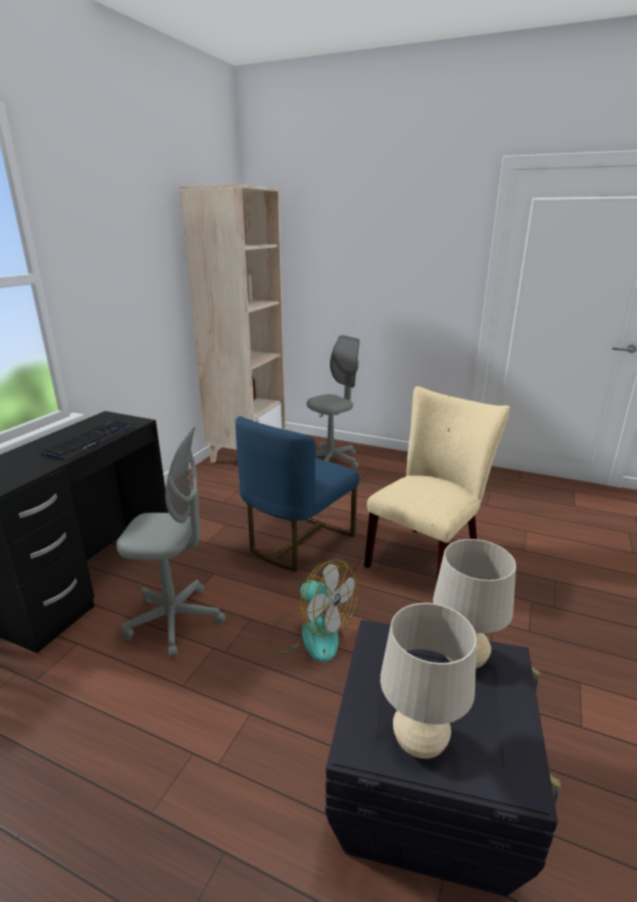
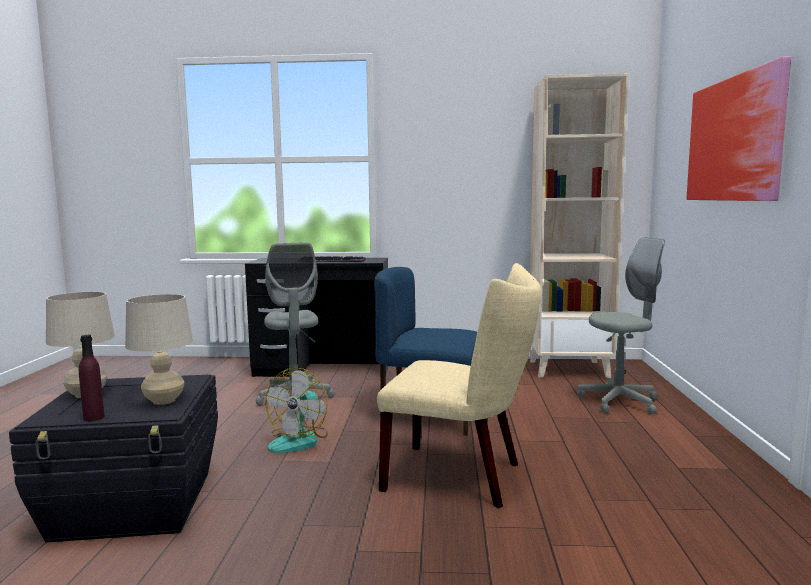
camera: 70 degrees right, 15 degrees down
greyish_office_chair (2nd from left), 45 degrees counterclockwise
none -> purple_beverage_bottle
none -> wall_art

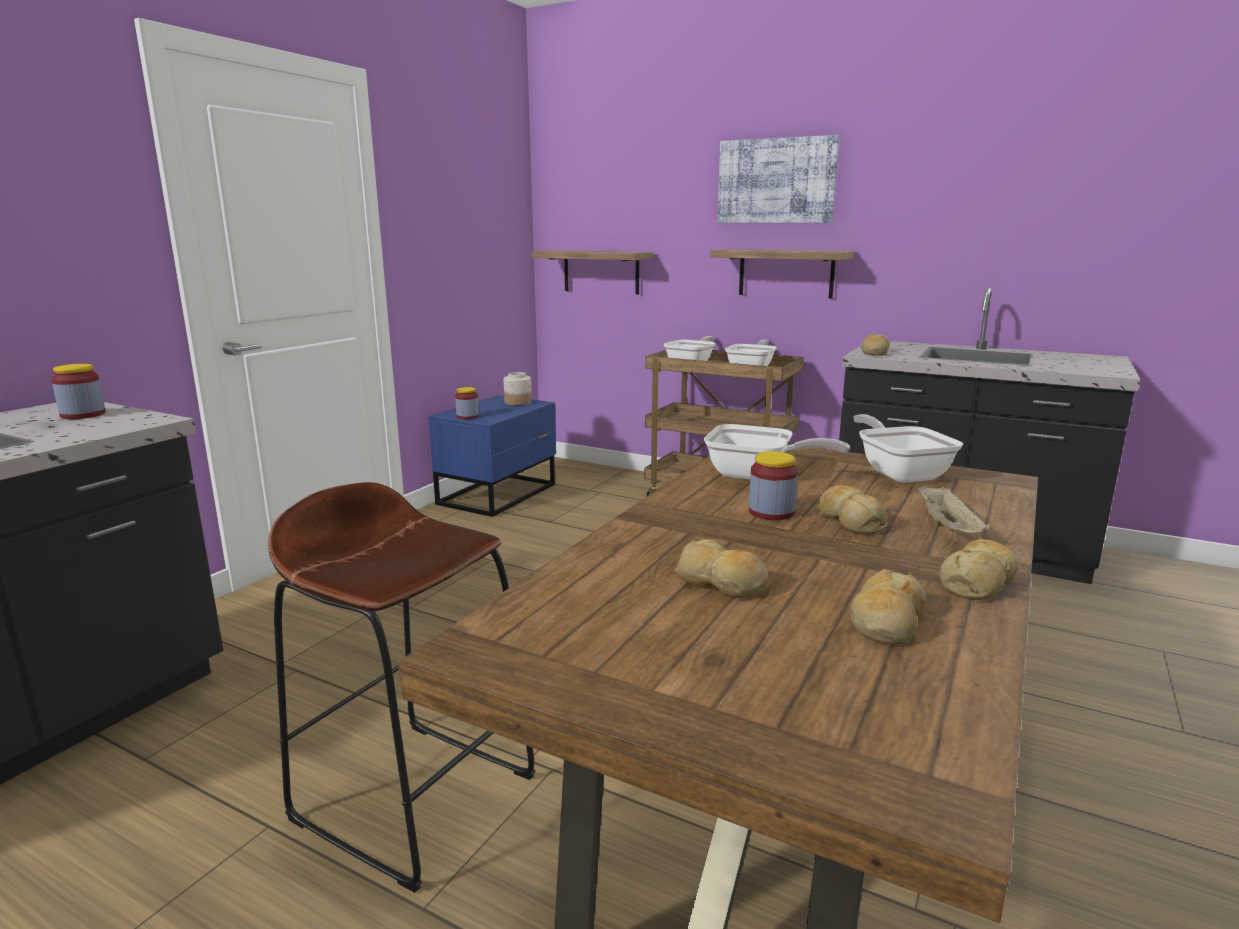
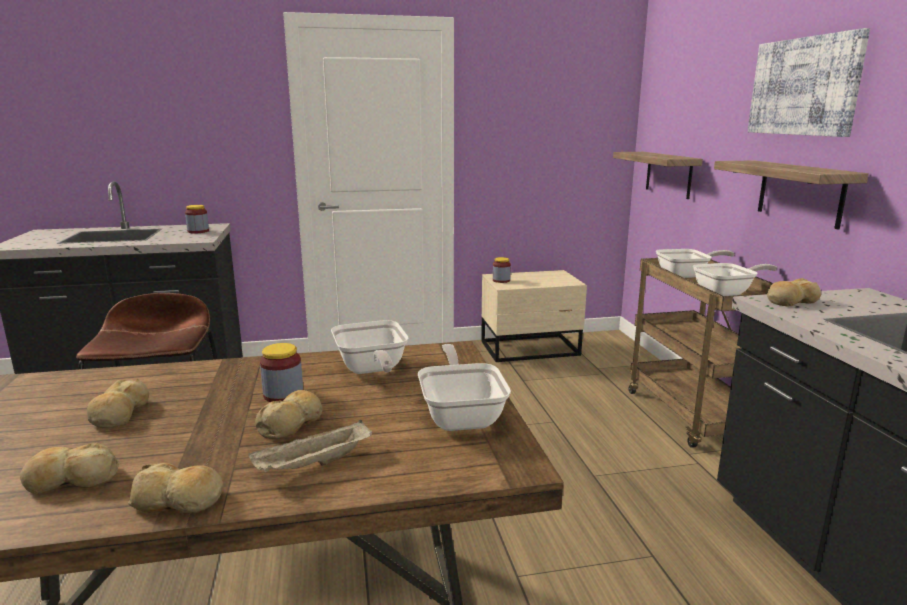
camera: 50 degrees right, 0 degrees up
bluish_bedside_table -> sand-coloured_bedside_table
preserve_jar (3rd from left) -> none
frying_pan (4th from left in the first image) -> frying_pan (2nd from left), 45 degrees counterclockwise

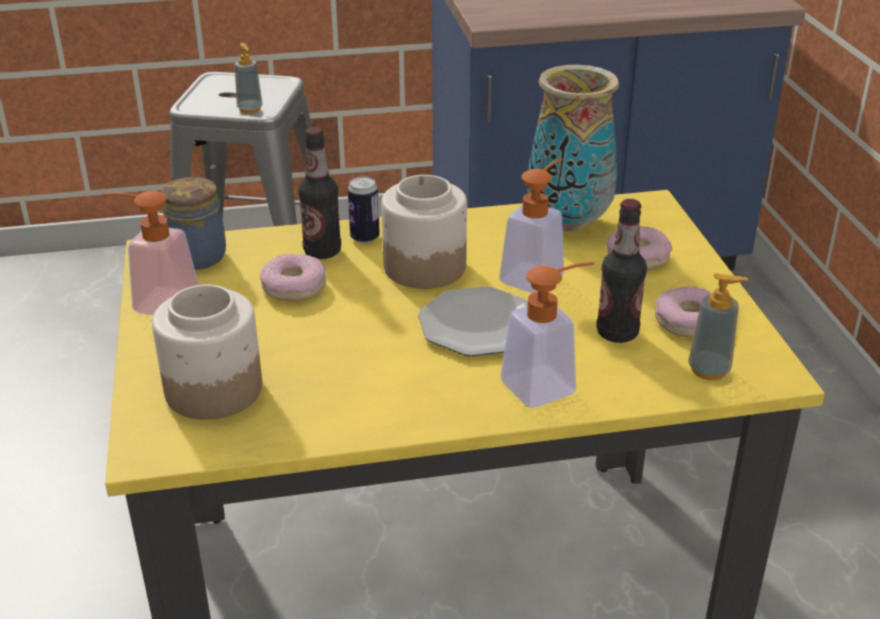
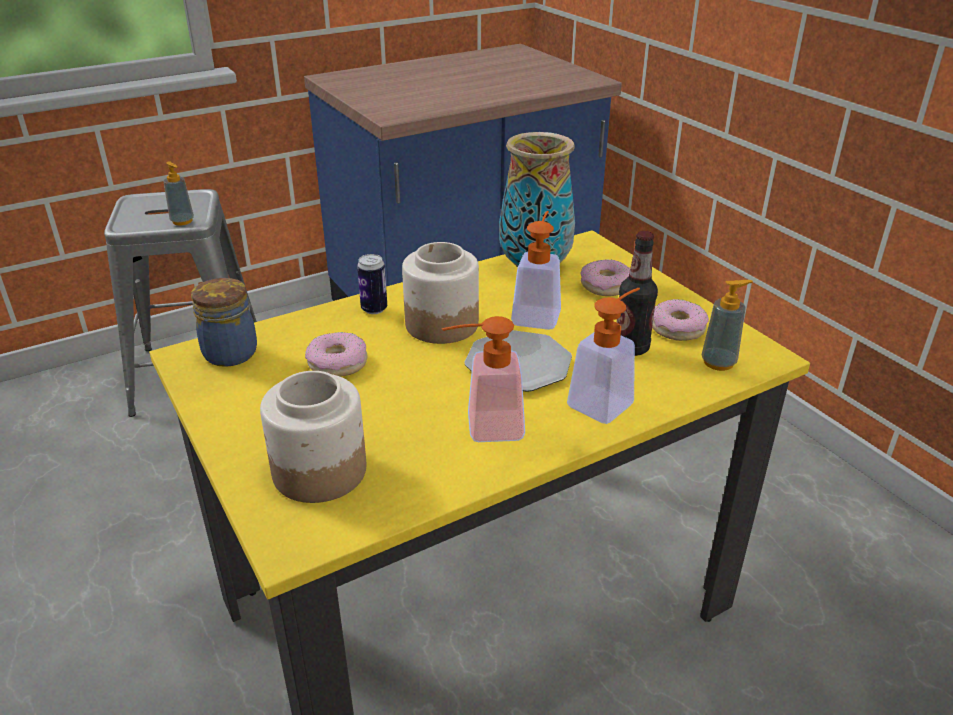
camera: 20 degrees left, 0 degrees up
liquid_soap_bottle (1st from left in the first image) -> liquid_soap_bottle (2nd from left), move
beverage_bottle (1st from left) -> none

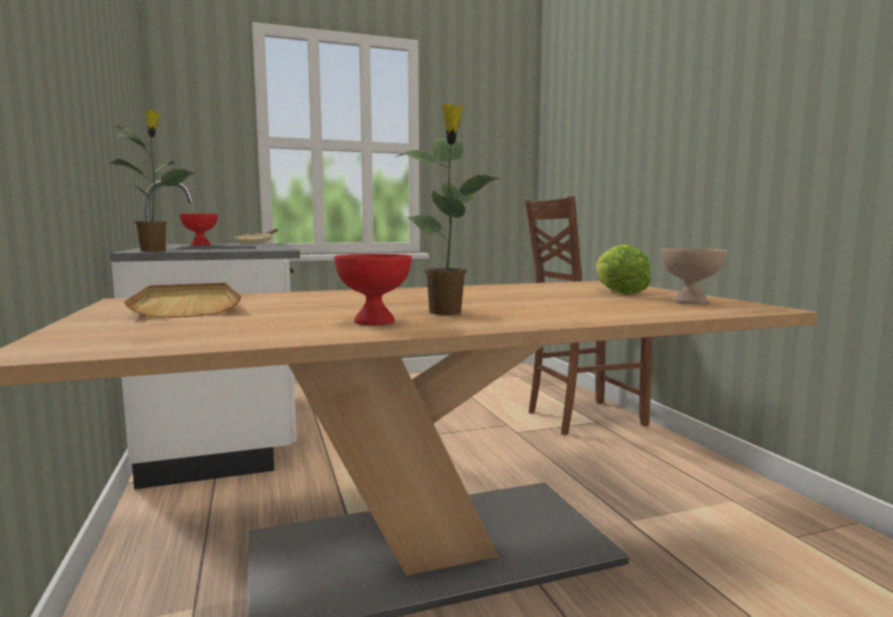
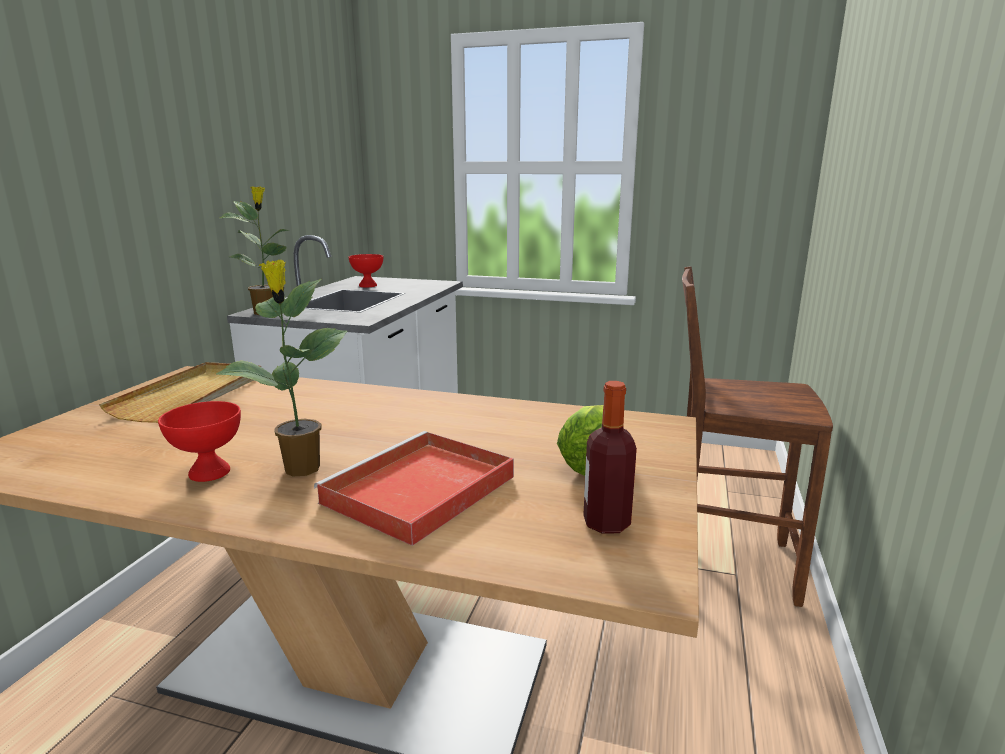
camera: 35 degrees right, 10 degrees up
sand-coloured_frying_pan -> none
sand-coloured_bowl -> beverage_bottle
none -> red-coloured_serving_tray

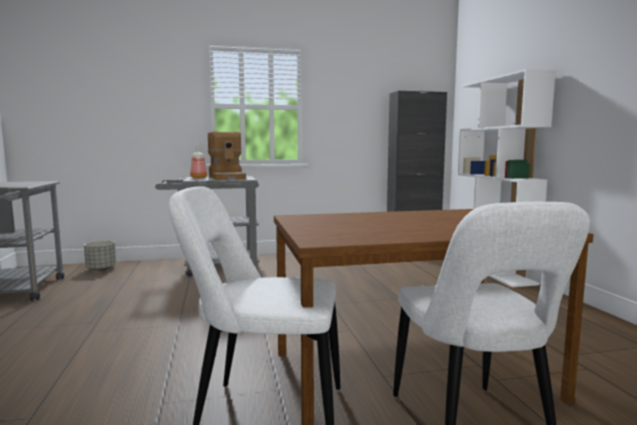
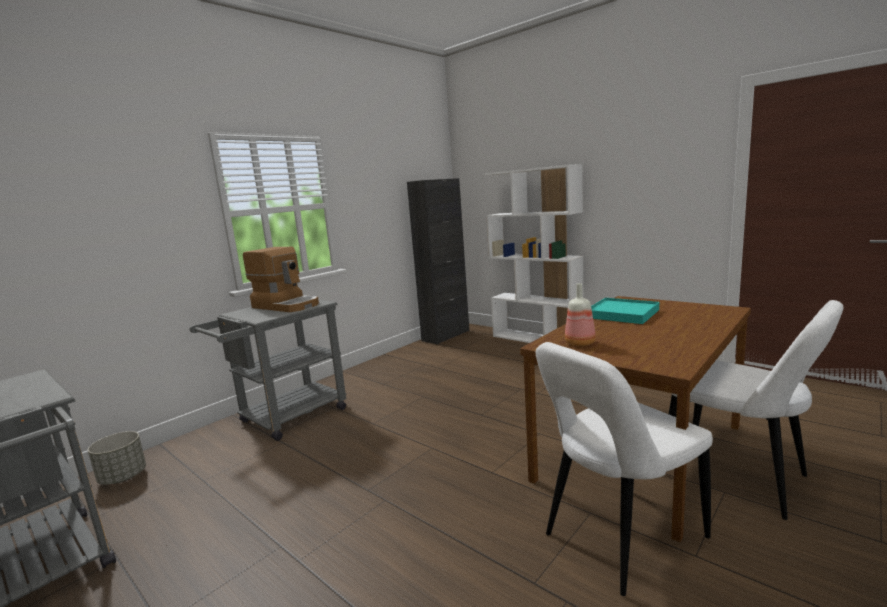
camera: 35 degrees left, 5 degrees up
beverage_bottle, move
none -> blue-green_serving_tray

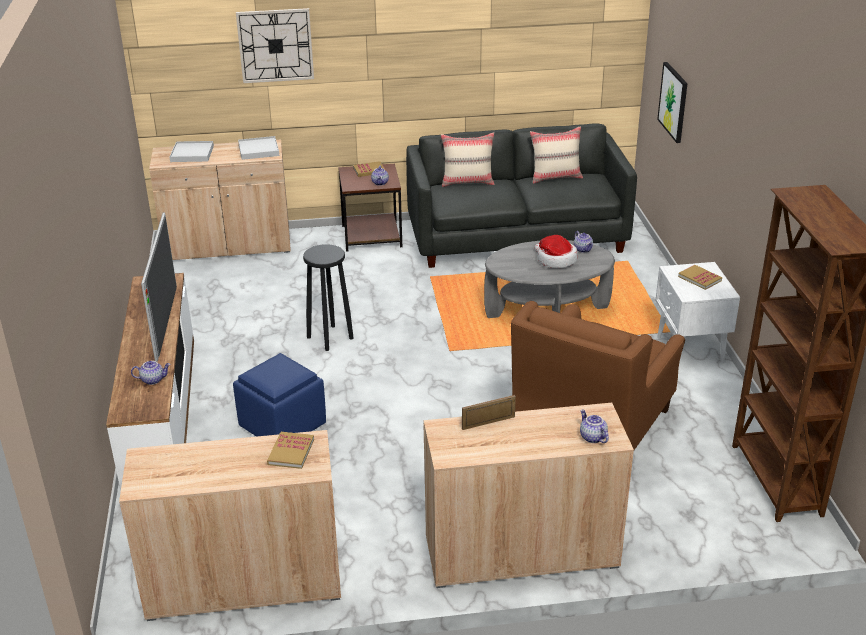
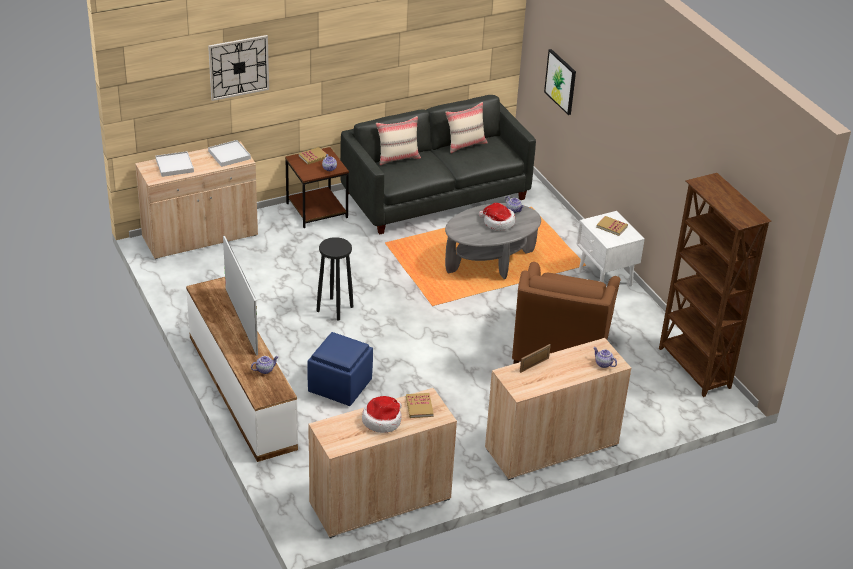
camera: 20 degrees left, 5 degrees up
none -> clothing_hat (1st from left)

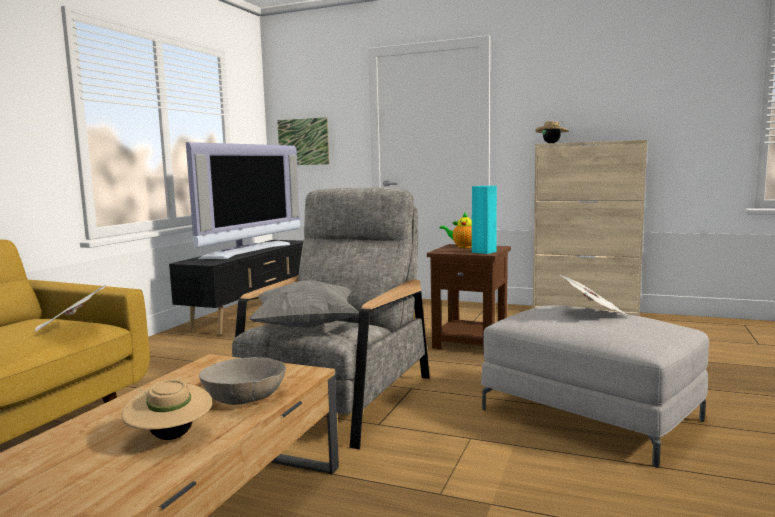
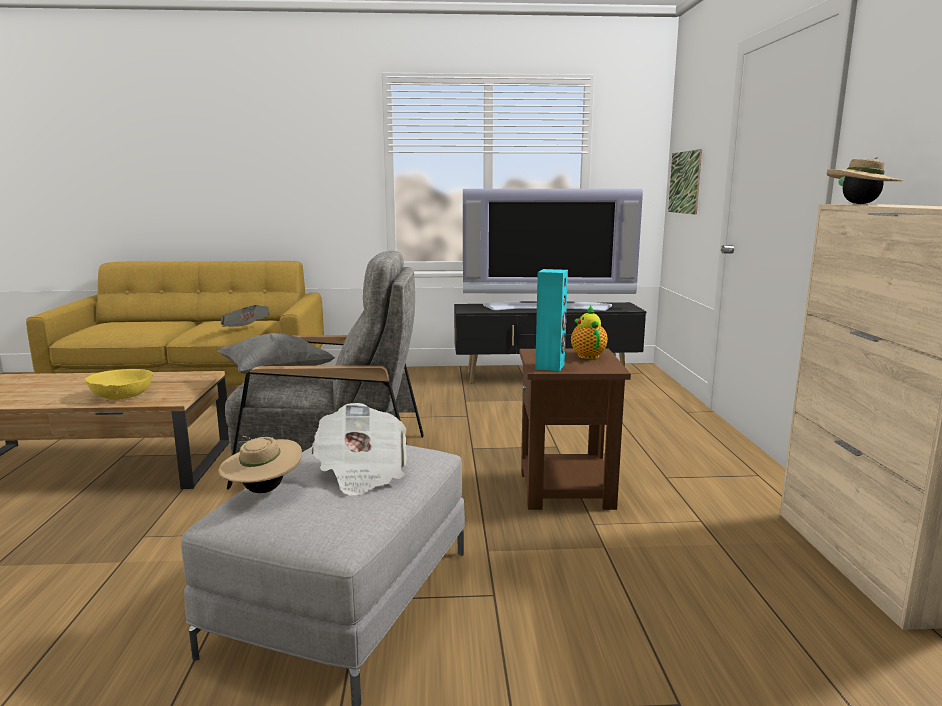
camera: 65 degrees right, 5 degrees up
sand-coloured_clothing_hat (1st from left), move
greyish_bowl -> yellow-coloured_bowl

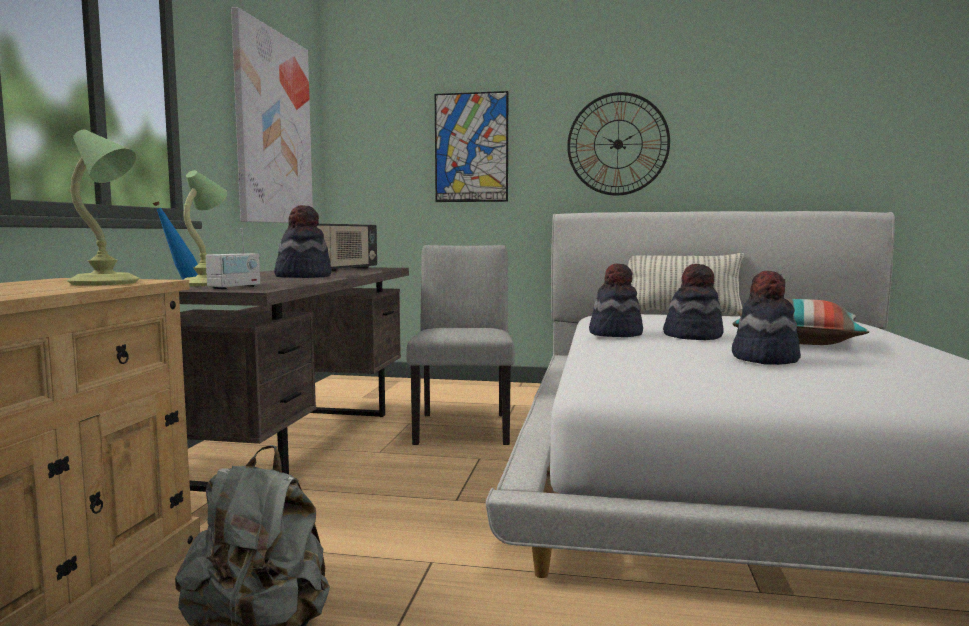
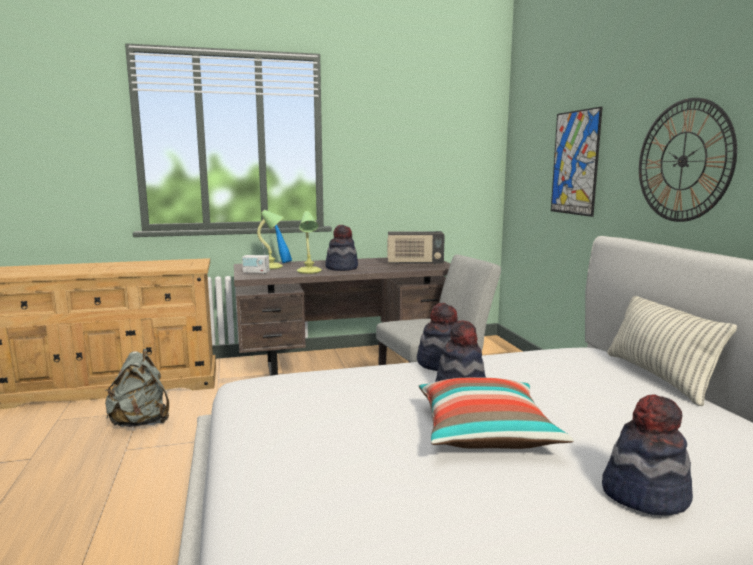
camera: 65 degrees right, 5 degrees up
tabletop_lamp (1st from left in the first image) -> tabletop_lamp (2nd from left), move
wall_art (1st from left) -> none
clothing_hat (4th from left), move

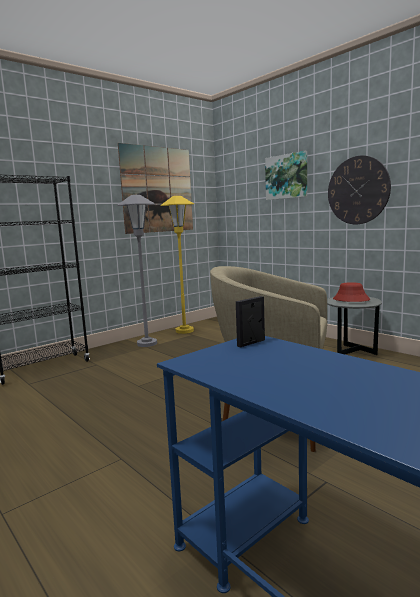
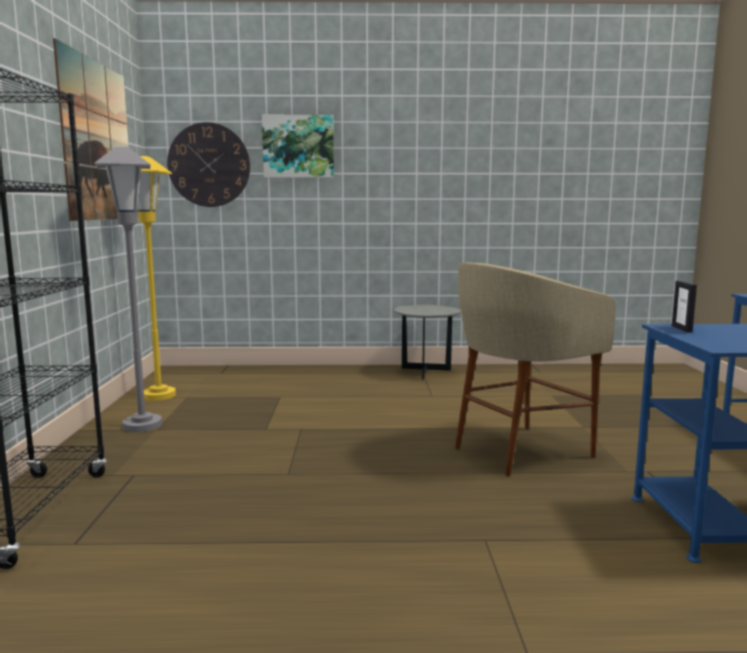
camera: 50 degrees left, 0 degrees up
hanging_clock, move
red-coloured_clothing_hat -> none

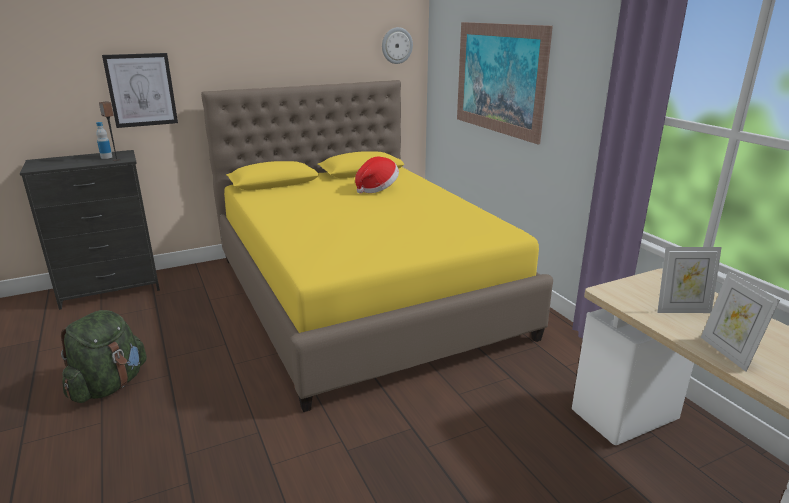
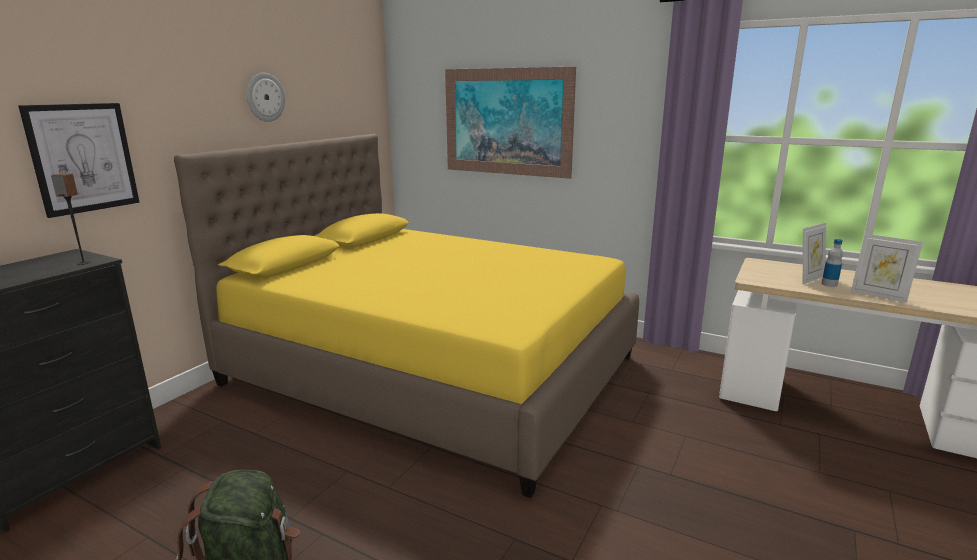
camera: 35 degrees left, 5 degrees down
beverage_bottle, move
clothing_hat -> none
hanging_clock, move

